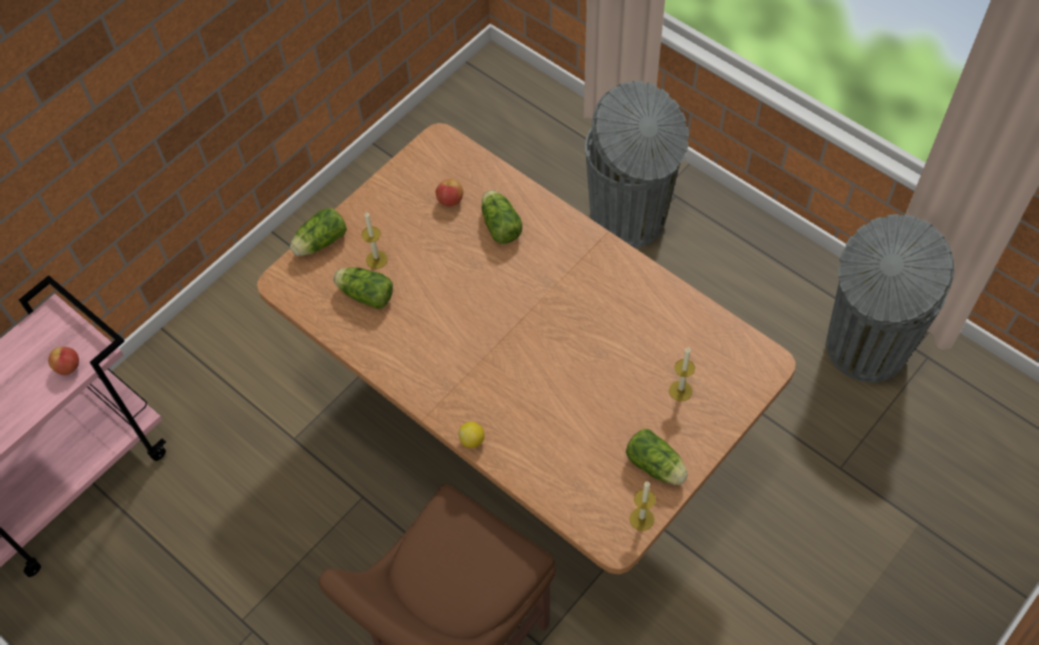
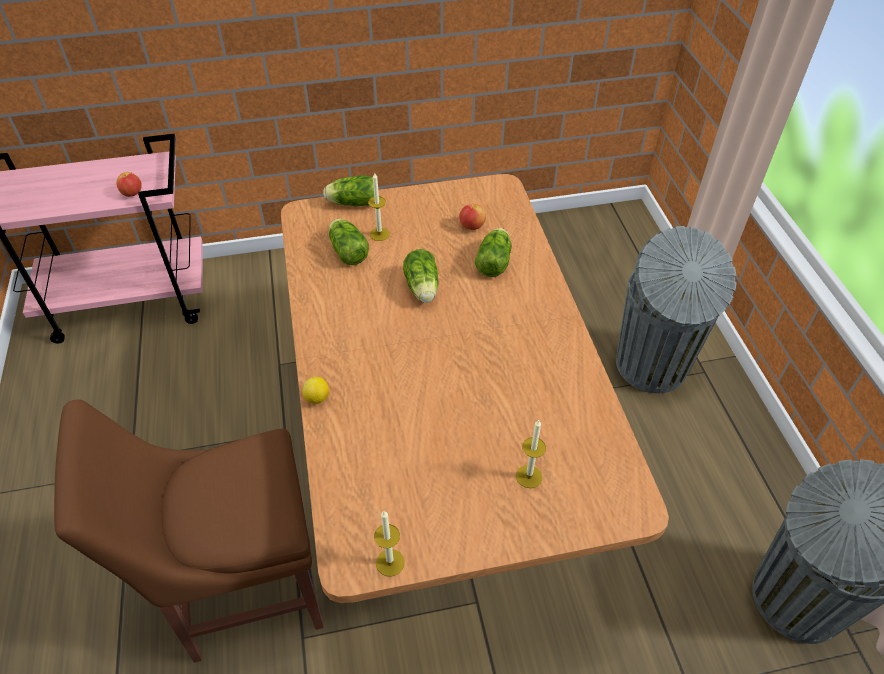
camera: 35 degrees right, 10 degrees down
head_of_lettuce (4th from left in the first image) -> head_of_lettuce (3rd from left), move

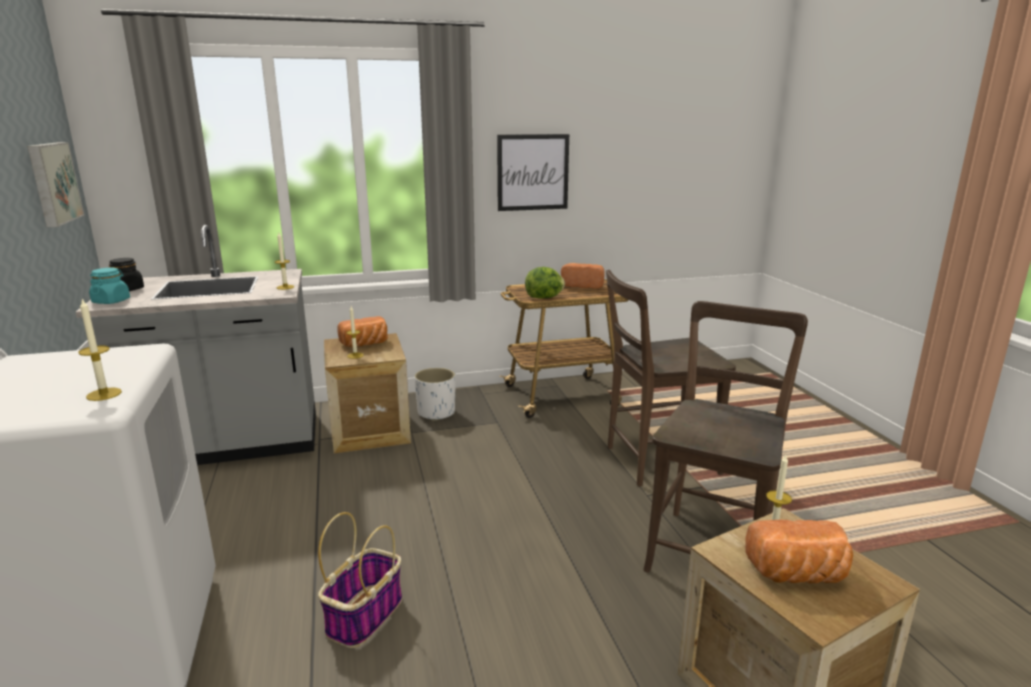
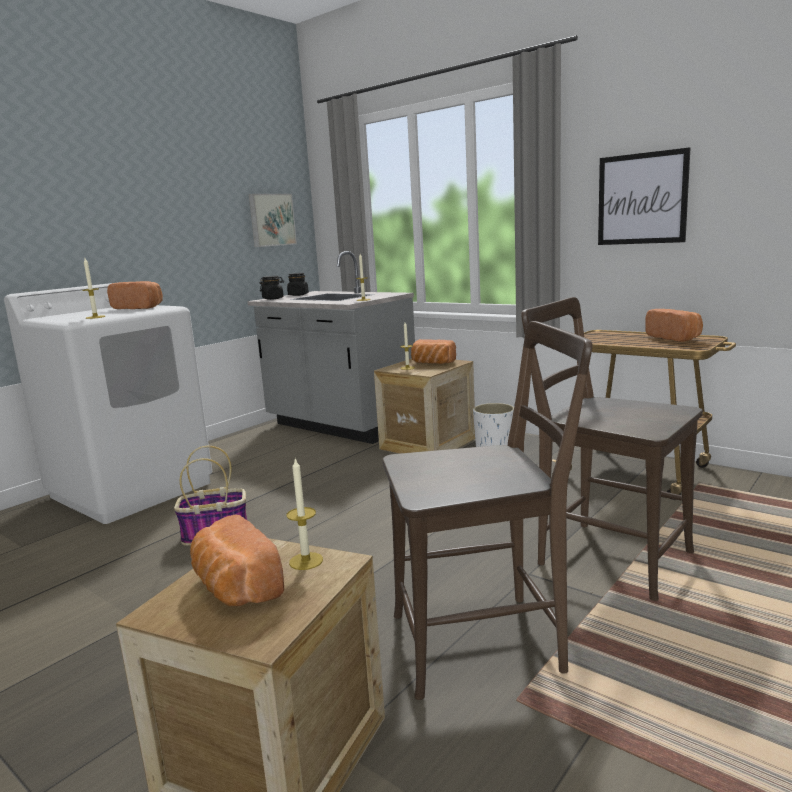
camera: 55 degrees right, 5 degrees down
blue-green_preserve_jar -> black-coloured_preserve_jar (1st from left)
head_of_lettuce -> none
none -> baked_bread (1st from left)

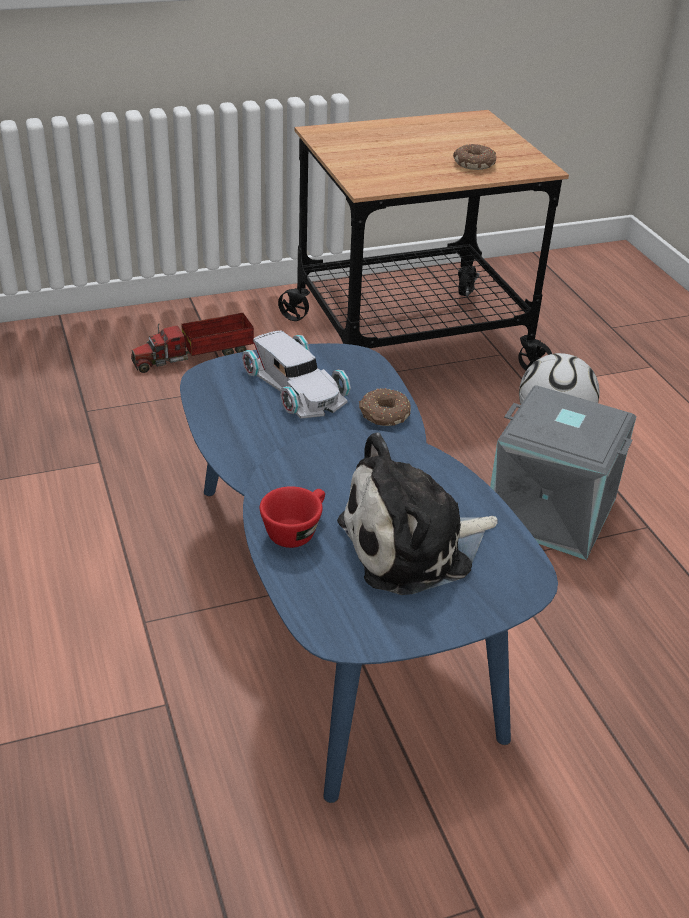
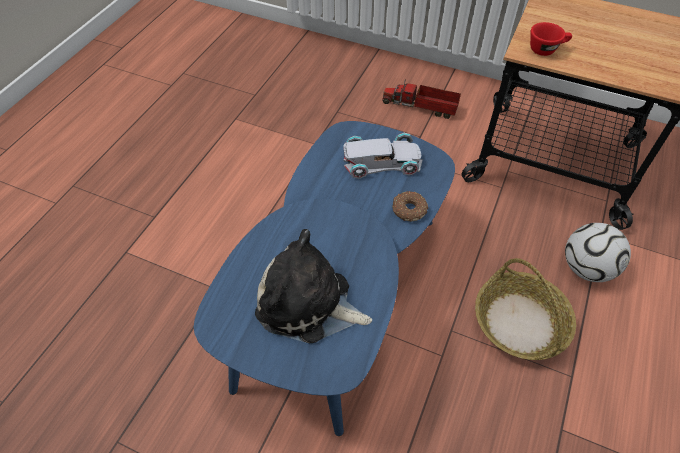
camera: 45 degrees right, 15 degrees up
white_miniature_car, 105 degrees counterclockwise
red-coloured_small_cup, move
donut (2nd from left) -> none
greyish_storage_box -> household_basket

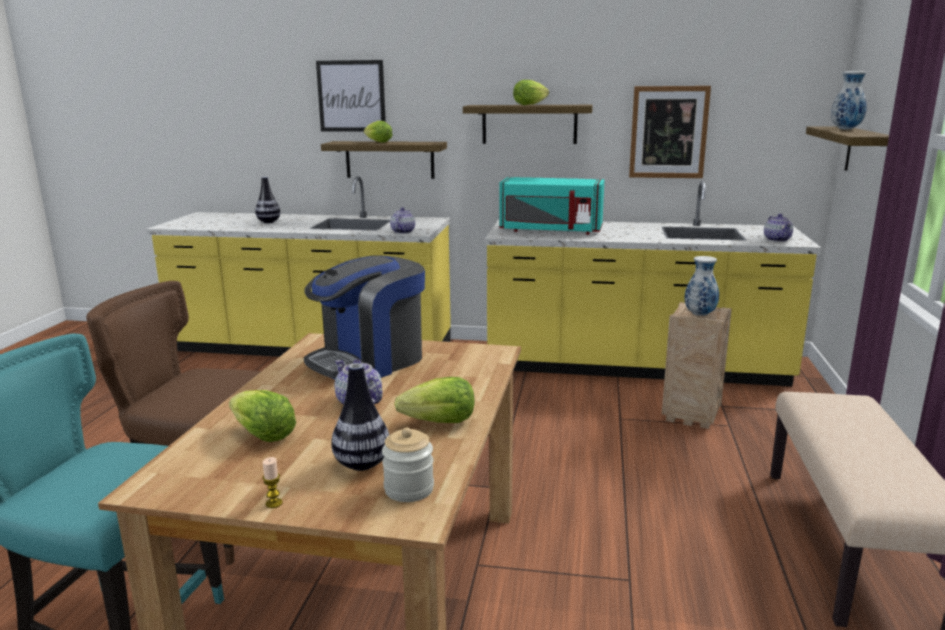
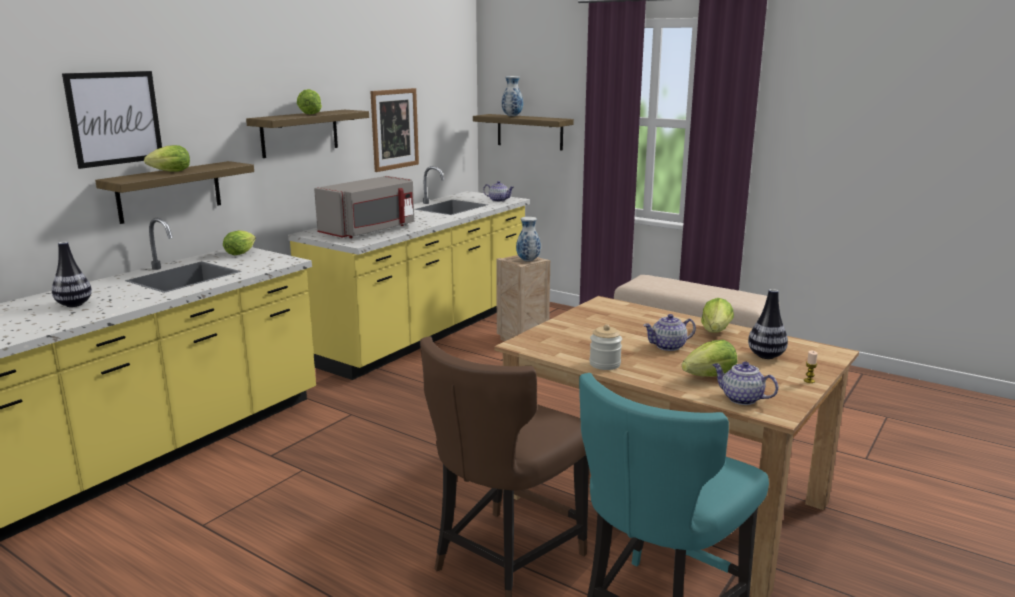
camera: 65 degrees left, 0 degrees up
coffee_machine -> none
preserve_jar, move
tea_pot (2nd from left in the first image) -> tea_pot (3rd from left), move
blue-green_microwave -> greyish_microwave
none -> head_of_lettuce (2nd from left)

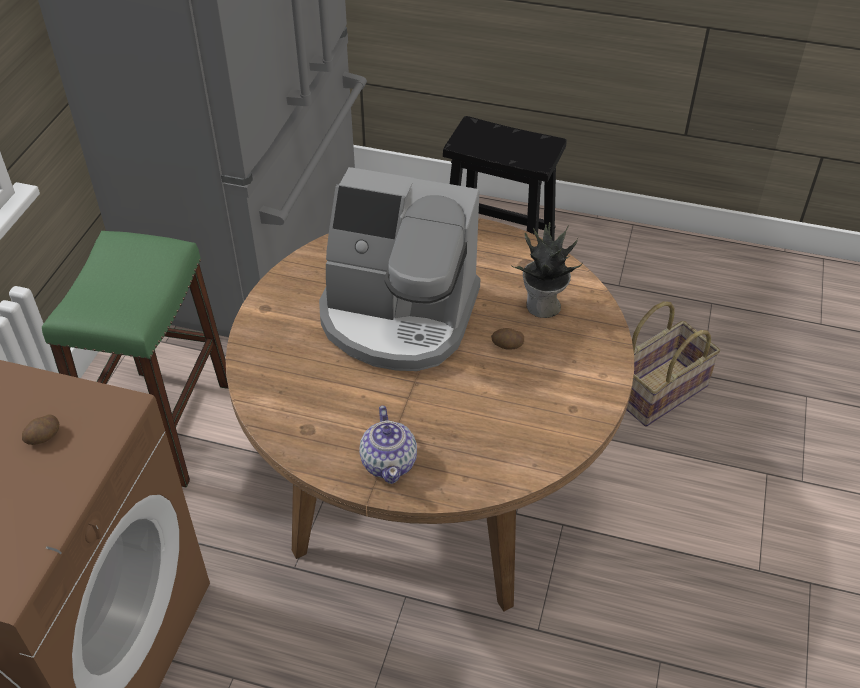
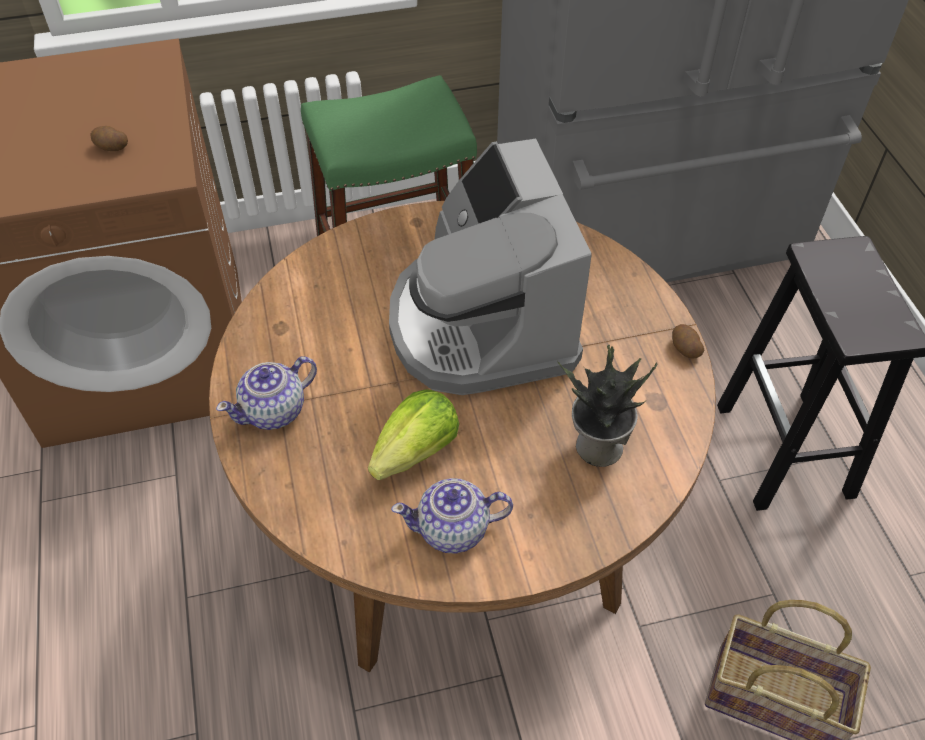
camera: 60 degrees right, 5 degrees up
spud (2nd from left), move
none -> head_of_lettuce
none -> tea_pot (2nd from left)

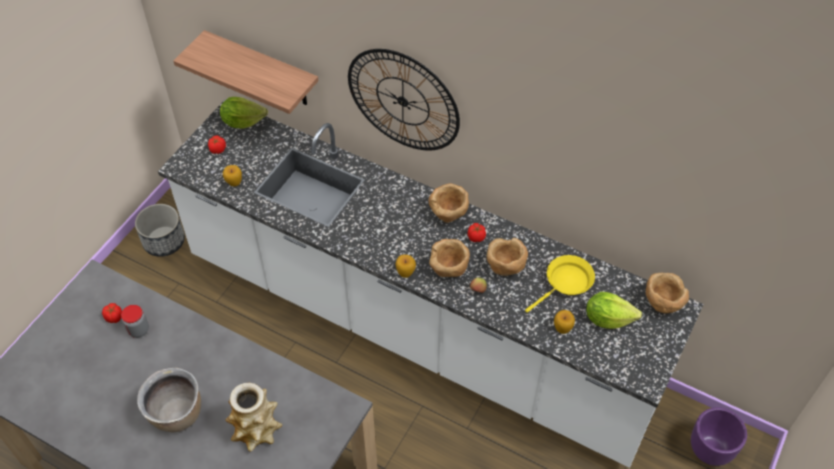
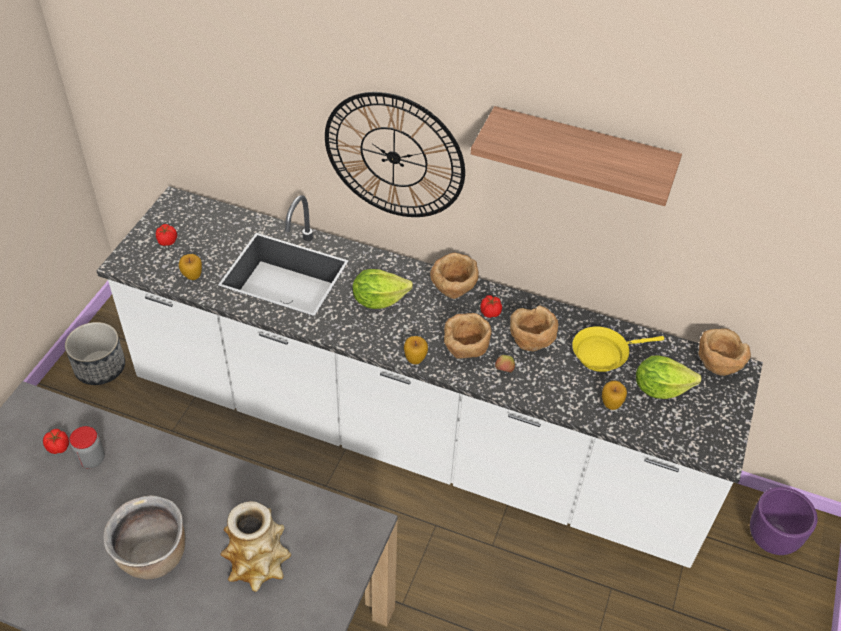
camera: 10 degrees left, 5 degrees down
shelf, move
head_of_lettuce (1st from left), move
yellow-coloured_frying_pan, 150 degrees counterclockwise

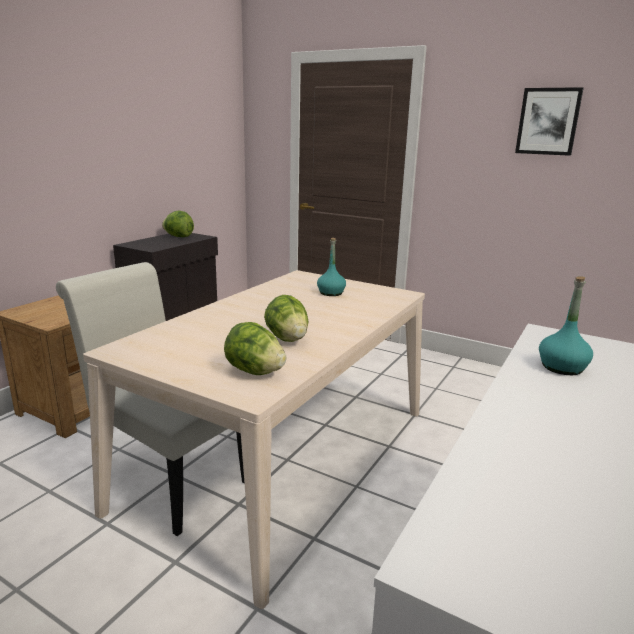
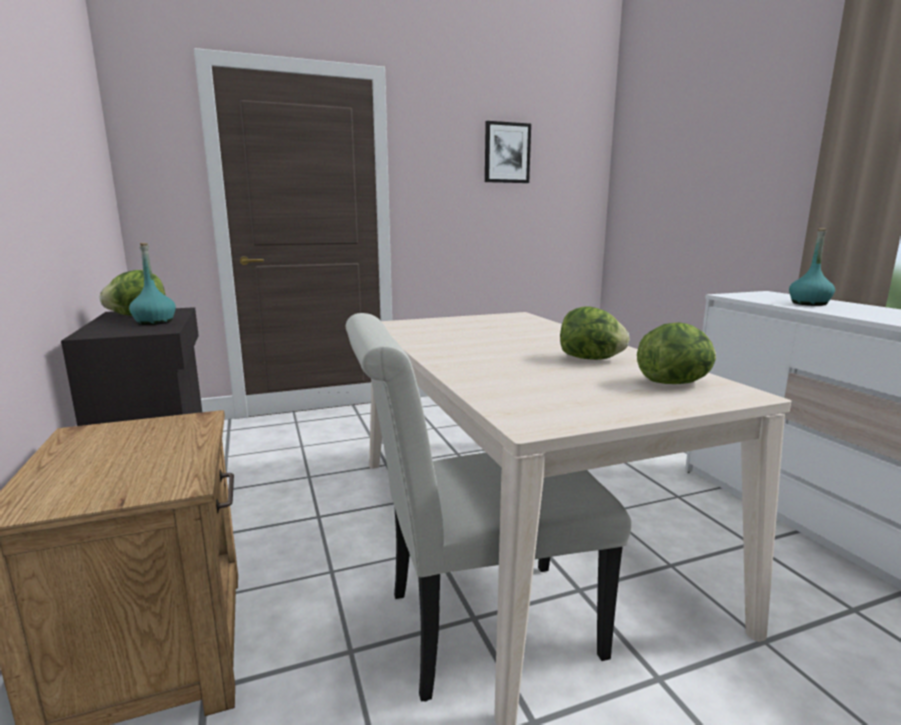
camera: 50 degrees left, 5 degrees down
blue-green_beverage_bottle (1st from left), move

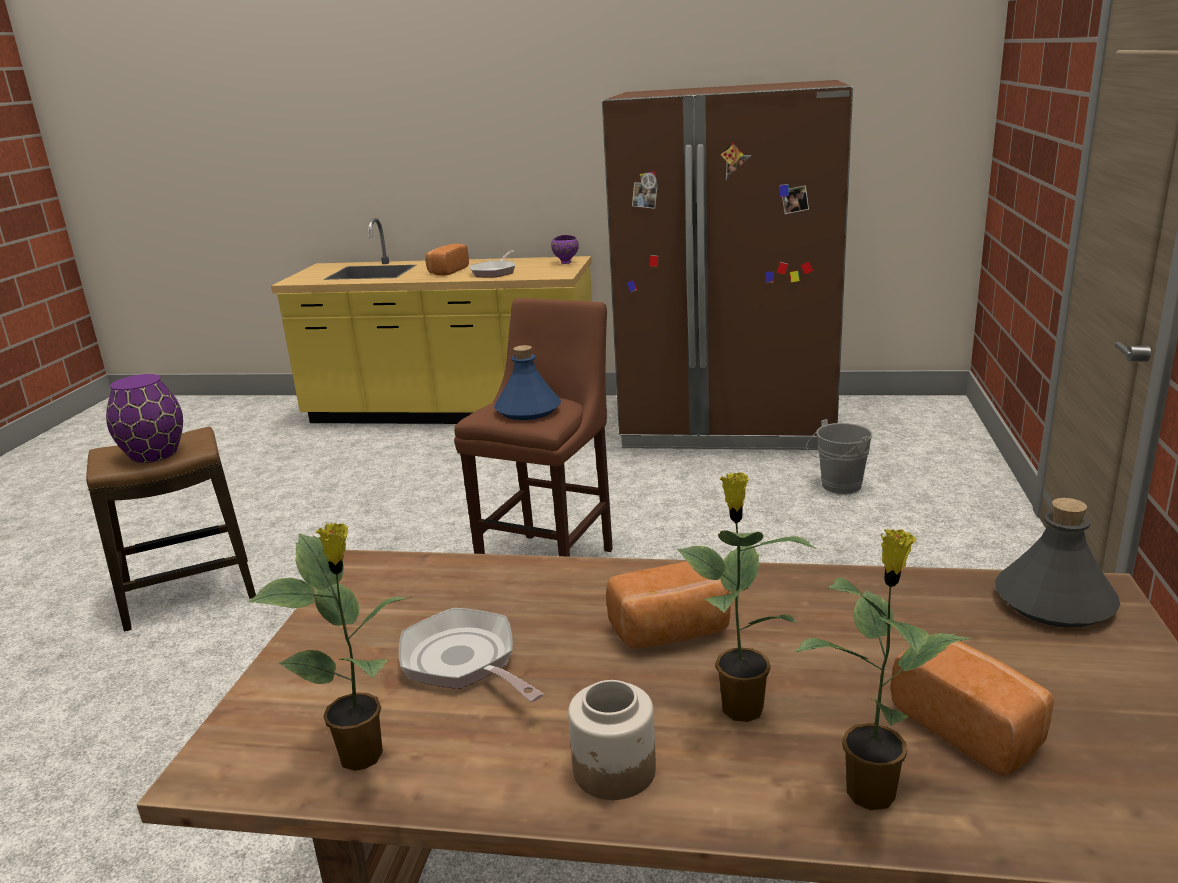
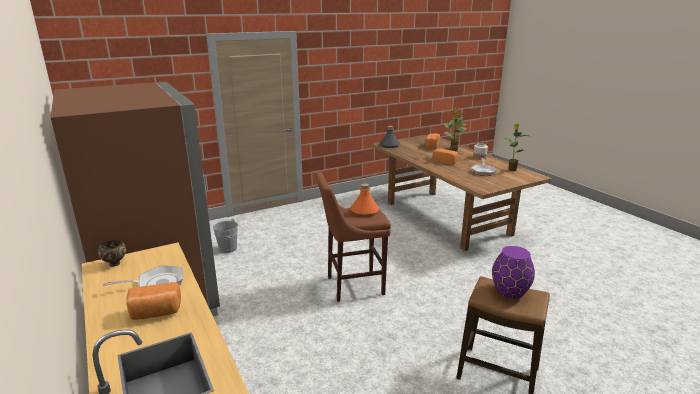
camera: 130 degrees left, 0 degrees up
bluish_beverage_bottle -> orange_beverage_bottle
purple_bowl -> brown_bowl

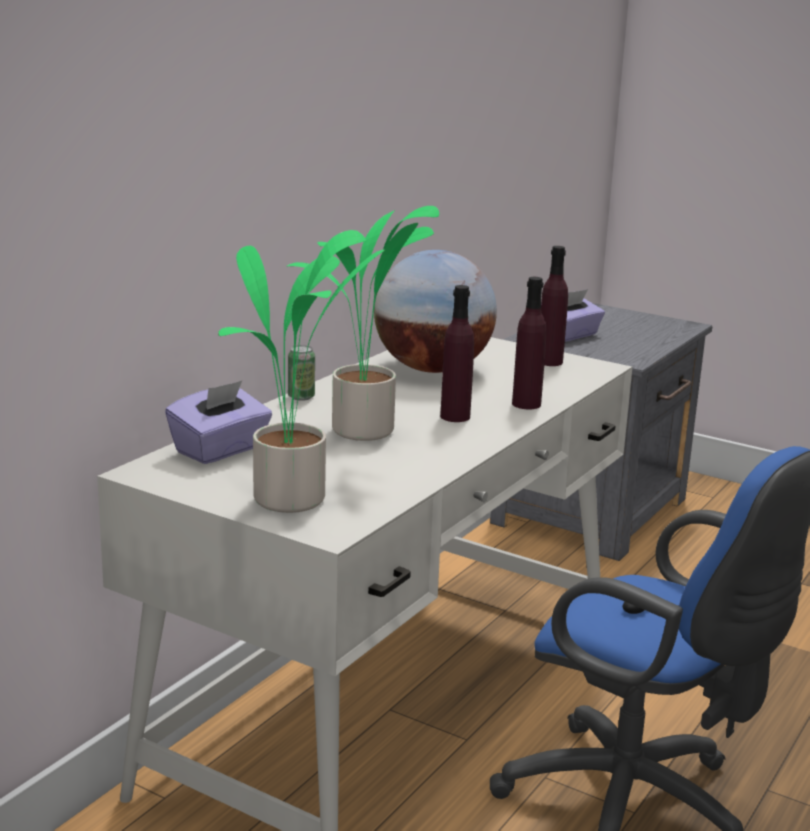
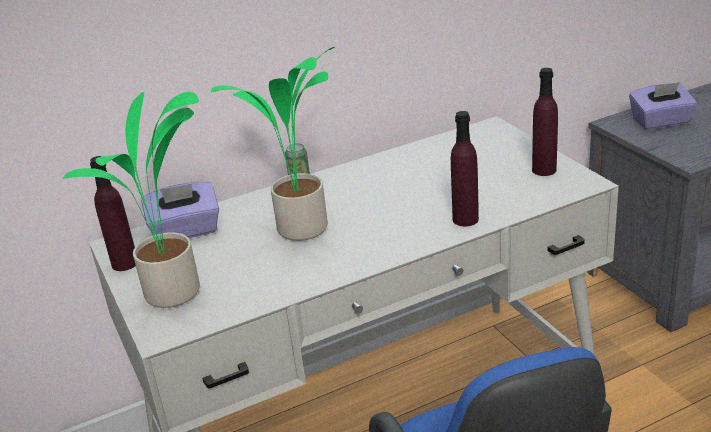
camera: 35 degrees right, 10 degrees up
globe -> none
purple_beverage_bottle (1st from left), move

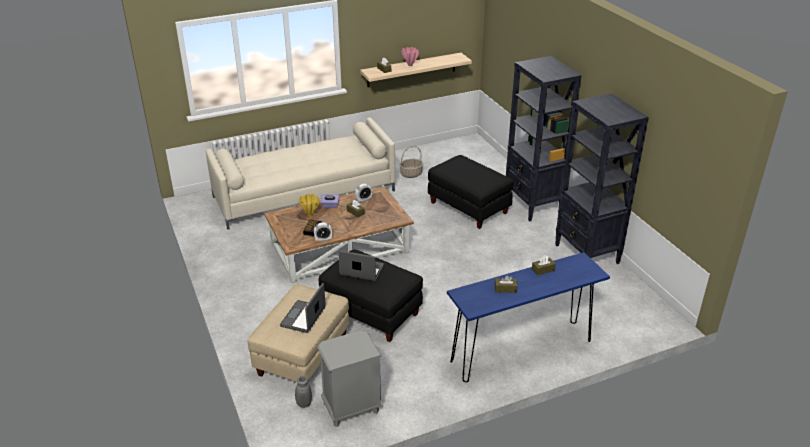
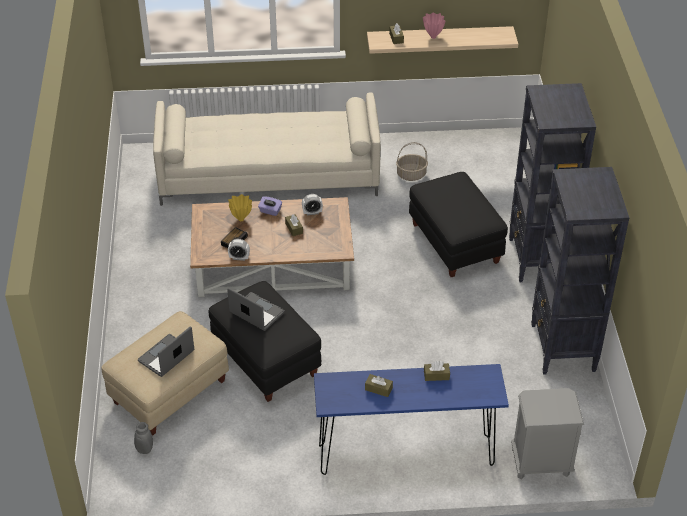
camera: 20 degrees right, 10 degrees up
greyish_bedside_table, move

